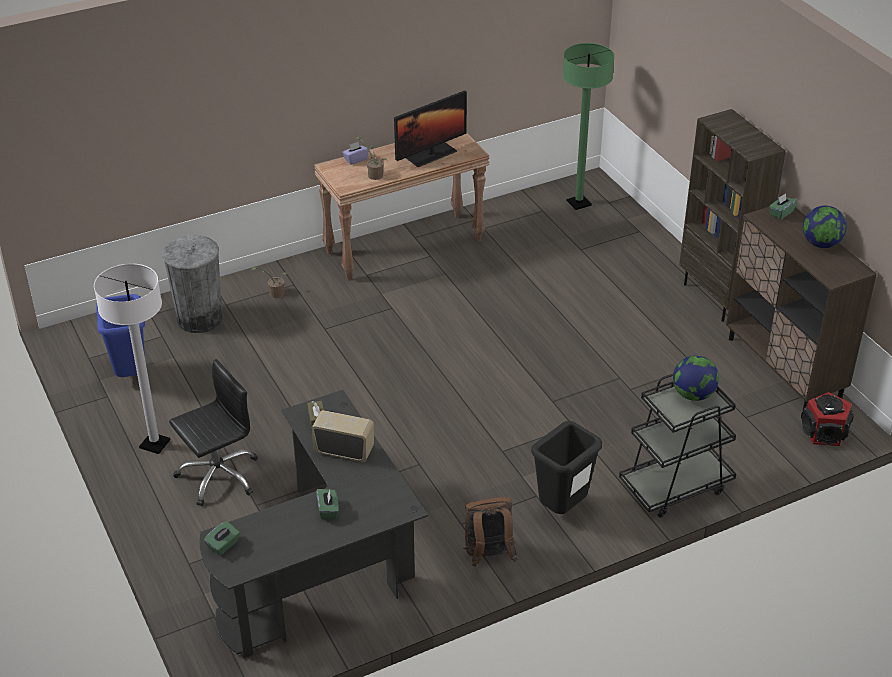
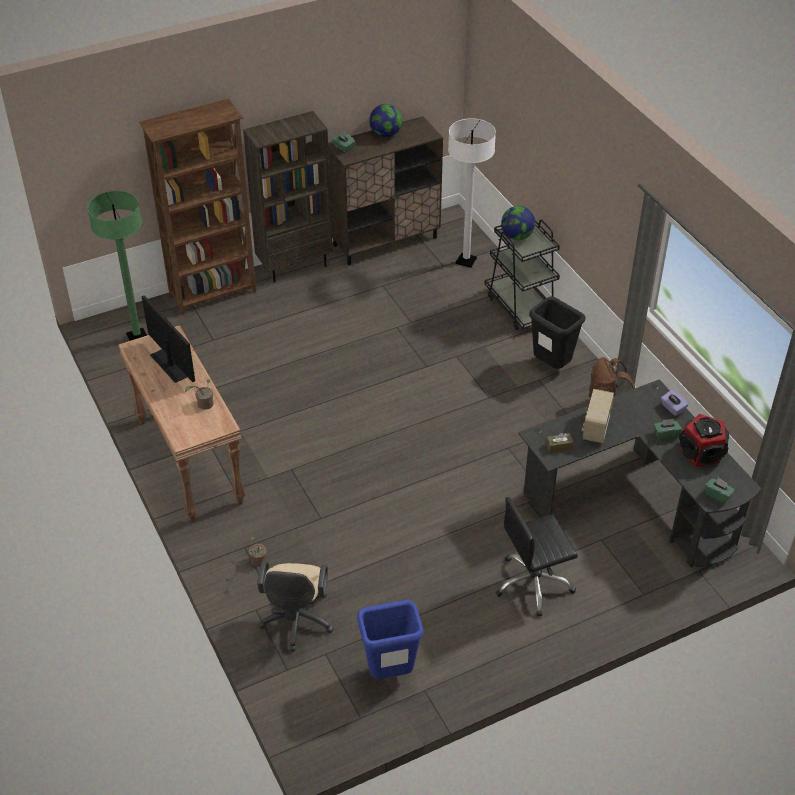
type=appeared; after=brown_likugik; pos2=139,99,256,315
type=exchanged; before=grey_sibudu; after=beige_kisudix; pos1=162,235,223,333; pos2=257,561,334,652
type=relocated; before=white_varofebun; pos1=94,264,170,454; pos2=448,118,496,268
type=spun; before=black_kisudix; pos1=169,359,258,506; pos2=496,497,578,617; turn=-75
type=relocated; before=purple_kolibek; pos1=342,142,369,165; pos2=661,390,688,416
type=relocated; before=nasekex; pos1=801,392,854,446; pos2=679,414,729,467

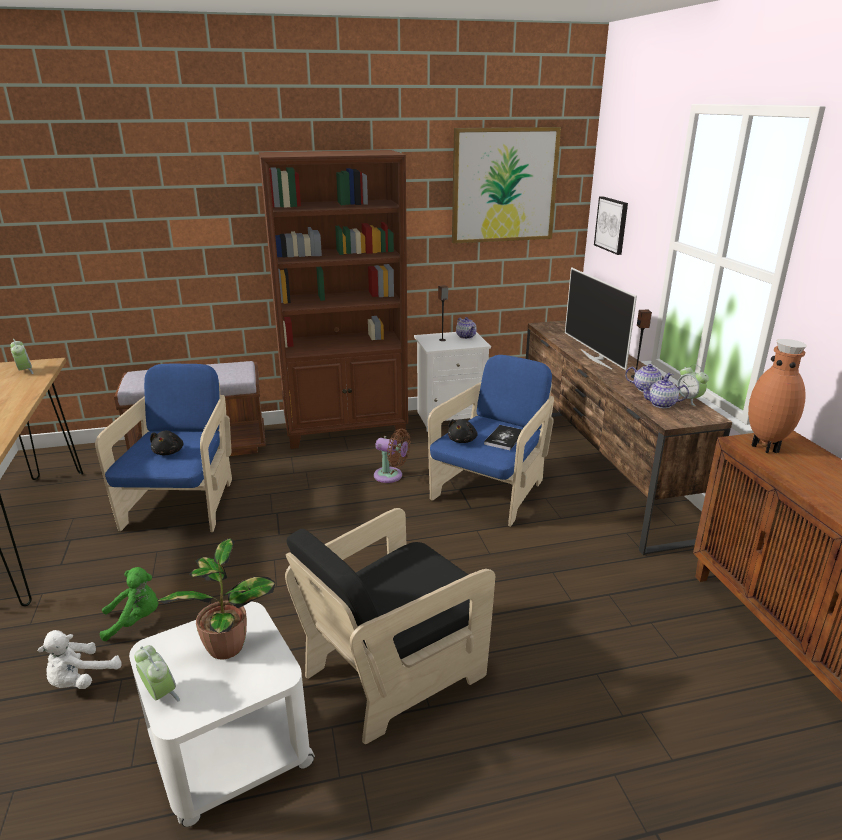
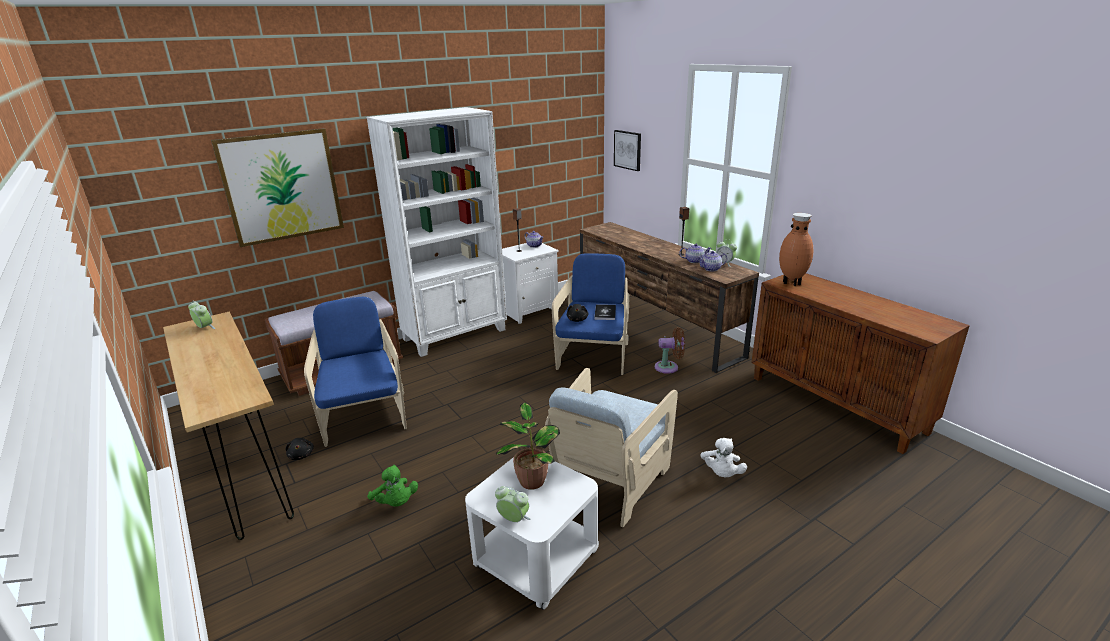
type=relocated; before=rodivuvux; pos1=452,127,561,244; pos2=211,128,344,247
type=relocated; before=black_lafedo; pos1=150,431,184,455; pos2=285,438,314,460
type=colour; before=brown_likugik; after=white_likugik; pos1=259,150,408,449; pos2=366,107,507,357
type=spun; before=green_lafedo; pos1=99,567,158,641; pos2=367,465,418,507; turn=90
type=colour; before=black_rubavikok; after=beige_rubavikok; pos1=285,508,495,744; pos2=545,368,678,527
type=relocated; before=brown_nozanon; pos1=374,429,411,483; pos2=655,327,685,374
type=relocated; before=white_lafedo; pos1=38,630,122,689; pos2=701,438,747,477
type=missing; before=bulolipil; pos1=565,268,637,370

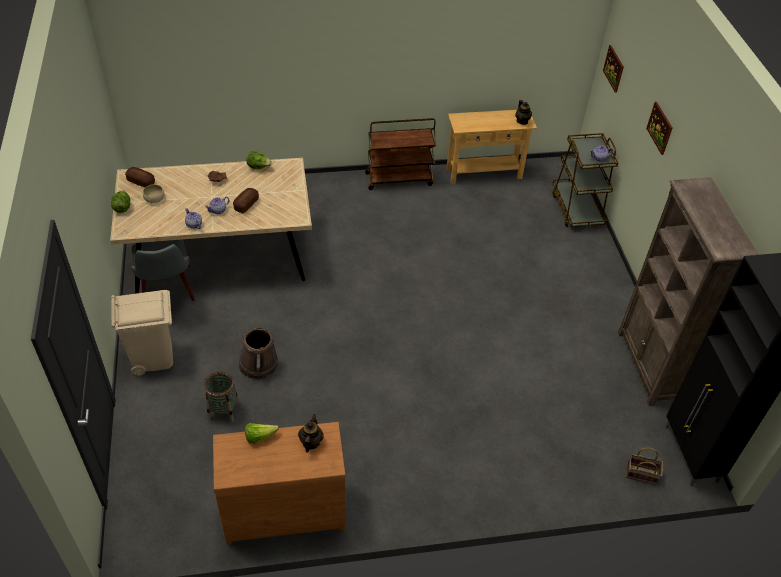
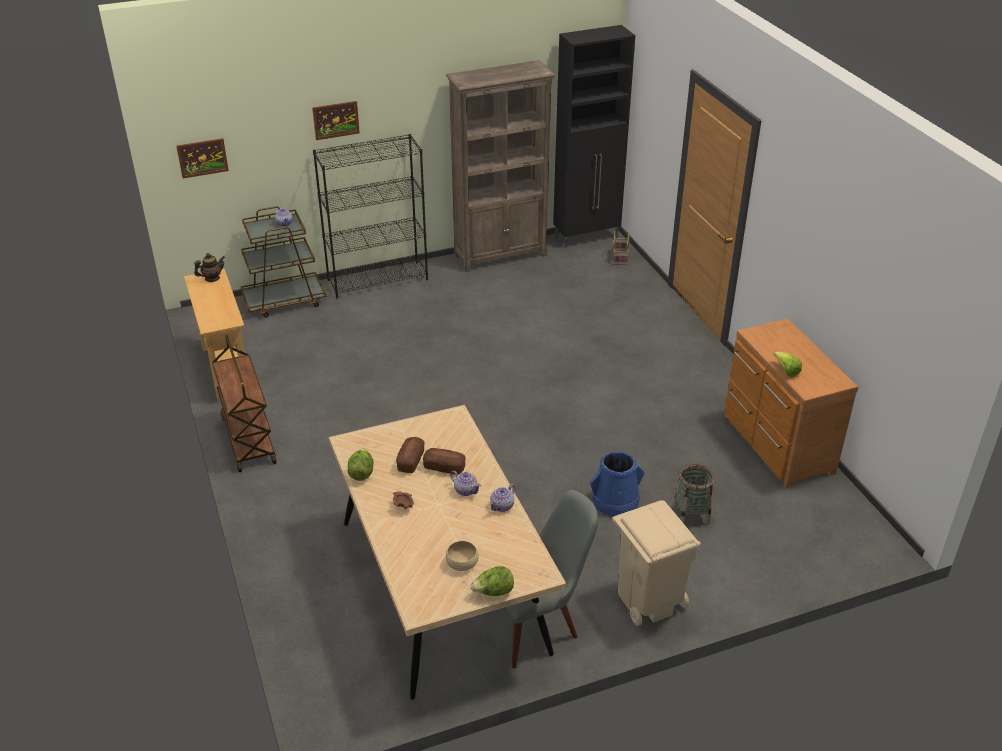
type=appeared; after=black_likugik; pos2=313,134,428,299
type=relocated; before=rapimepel; pos1=125,167,155,188; pos2=396,437,424,473
type=colour; before=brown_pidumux; after=blue_pidumux; pos1=239,328,278,380; pos2=590,452,644,516
type=missing; before=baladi; pos1=298,414,324,453

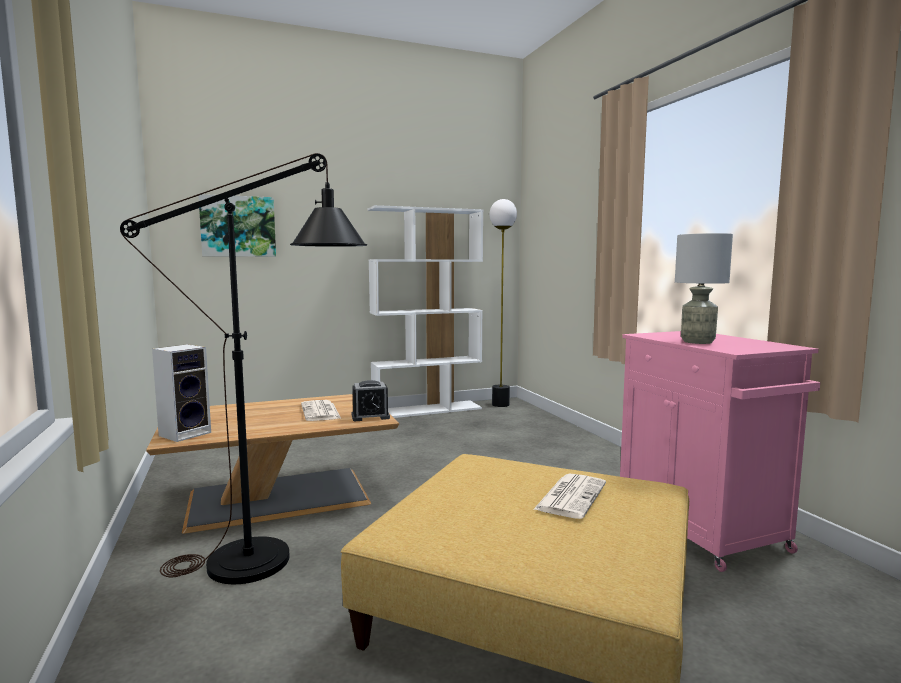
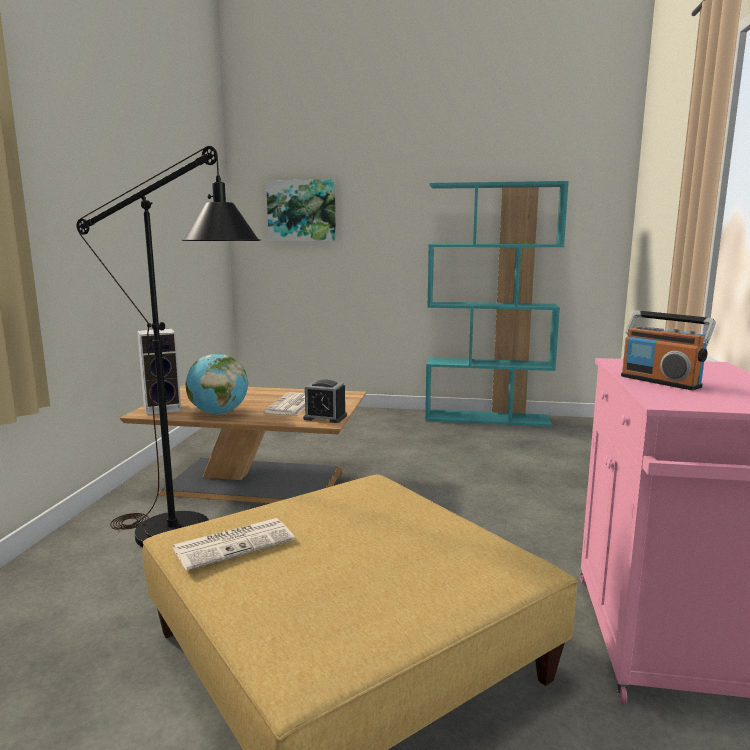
type=relocated; before=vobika; pos1=533,473,606,519; pos2=173,518,295,571
type=appeared; after=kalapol; pos2=186,354,248,415
type=colour; before=white_likugik; after=turquoise_likugik; pos1=368,205,483,418; pos2=425,181,569,427
type=exchanged; before=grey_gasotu; after=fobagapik; pos1=675,233,733,344; pos2=621,310,716,390
type=missing; before=varofebun; pos1=489,199,517,407

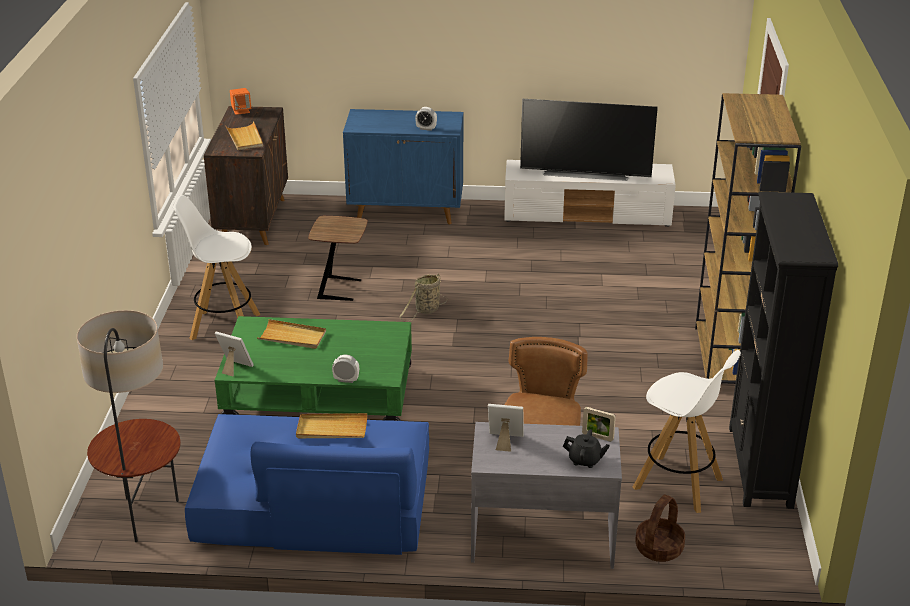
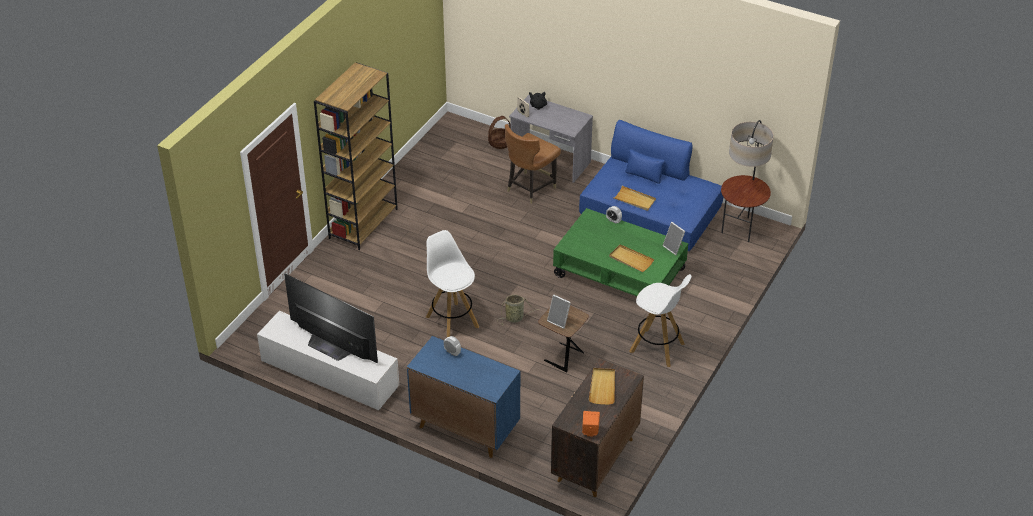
type=relocated; before=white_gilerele; pos1=633,350,741,513; pos2=426,230,479,337
type=relocated; before=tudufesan; pos1=488,404,524,452; pos2=547,295,571,329
type=missing; before=black_likugik; pos1=729,192,838,509

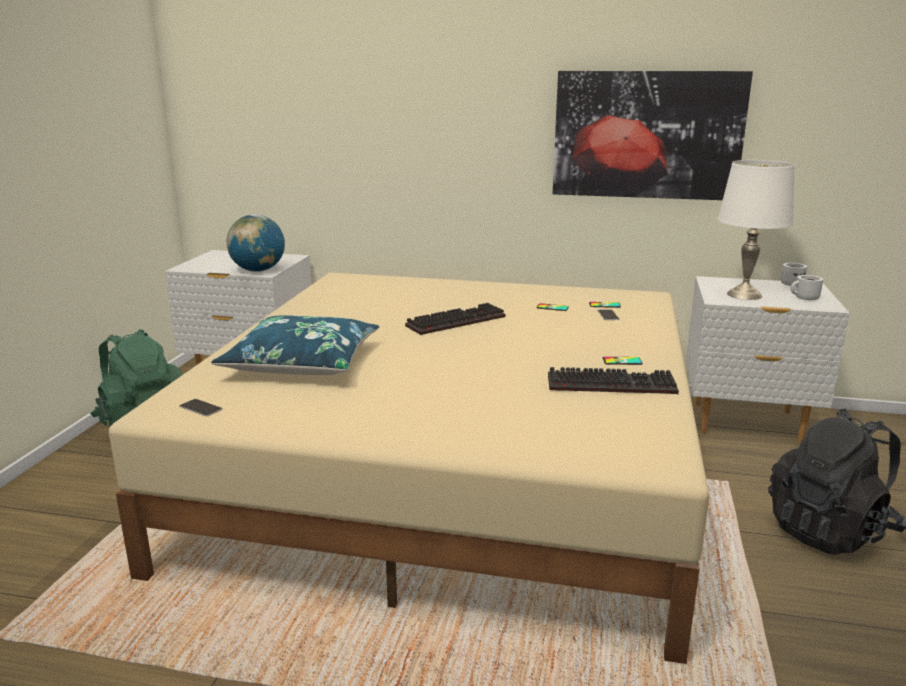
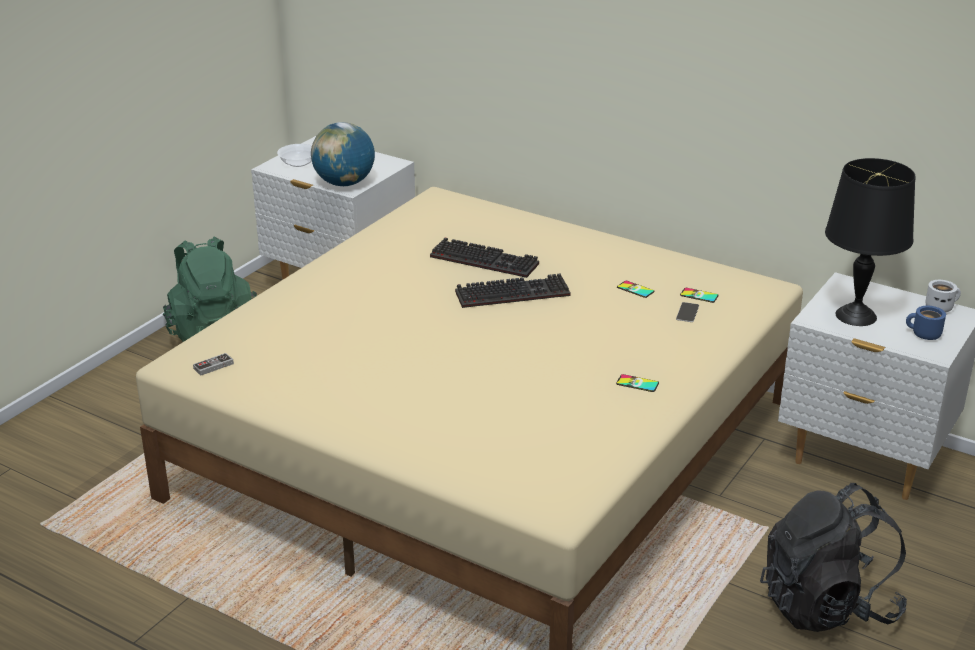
type=exchanged; before=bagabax; after=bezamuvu; pos1=179,399,223,417; pos2=193,353,234,376
type=appeared; after=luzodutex; pos2=277,144,312,167
type=relocated; before=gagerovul; pos1=548,367,679,394; pos2=430,238,539,278
type=colour; before=white_gasotu; after=black_gasotu; pos1=717,160,795,300; pos2=825,158,916,326
type=colour; before=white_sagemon; after=blue_sagemon; pos1=791,275,823,300; pos2=906,306,946,340
type=missing; before=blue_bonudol; pos1=211,315,380,375
type=missing; before=rodivuvux; pos1=553,71,753,200

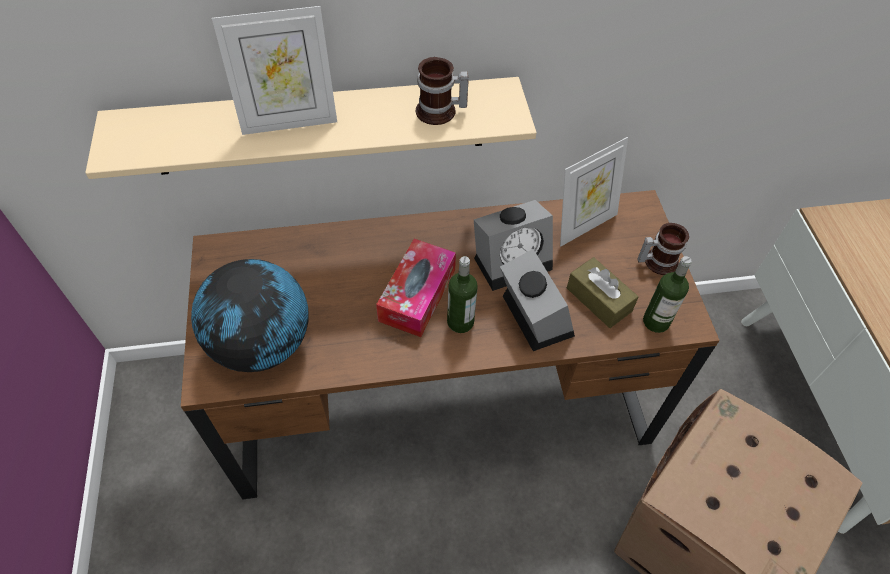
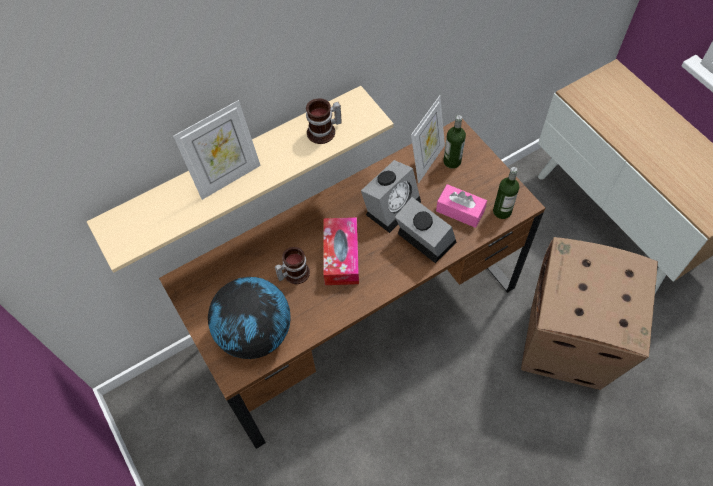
type=relocated; before=sagemon; pos1=637,223,689,275; pos2=275,247,310,284
type=colour; before=brown_kolibek; after=pink_kolibek; pos1=567,257,639,328; pos2=436,184,487,228
type=relocated; before=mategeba; pos1=447,256,478,333; pos2=443,115,466,169

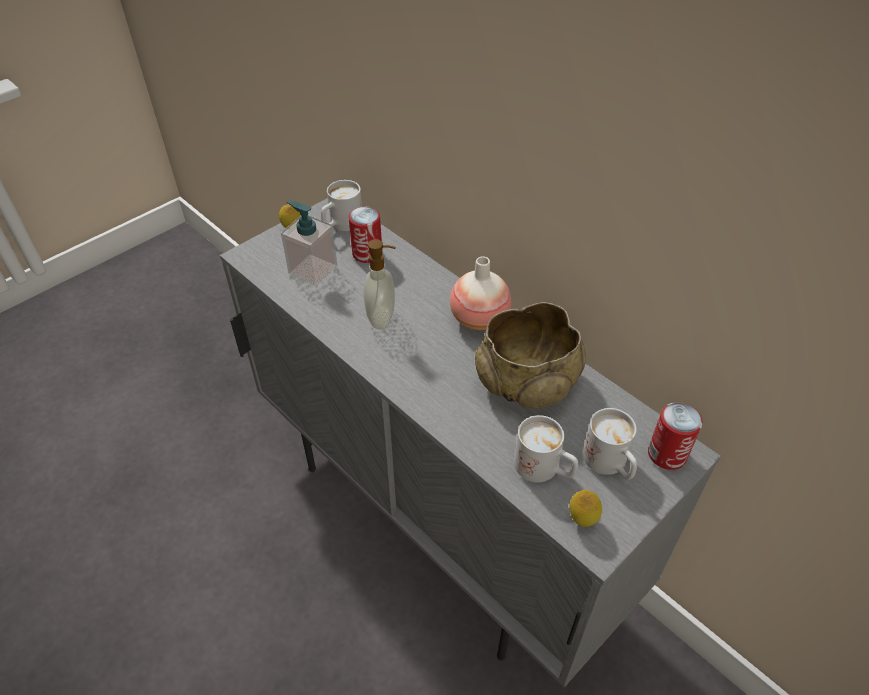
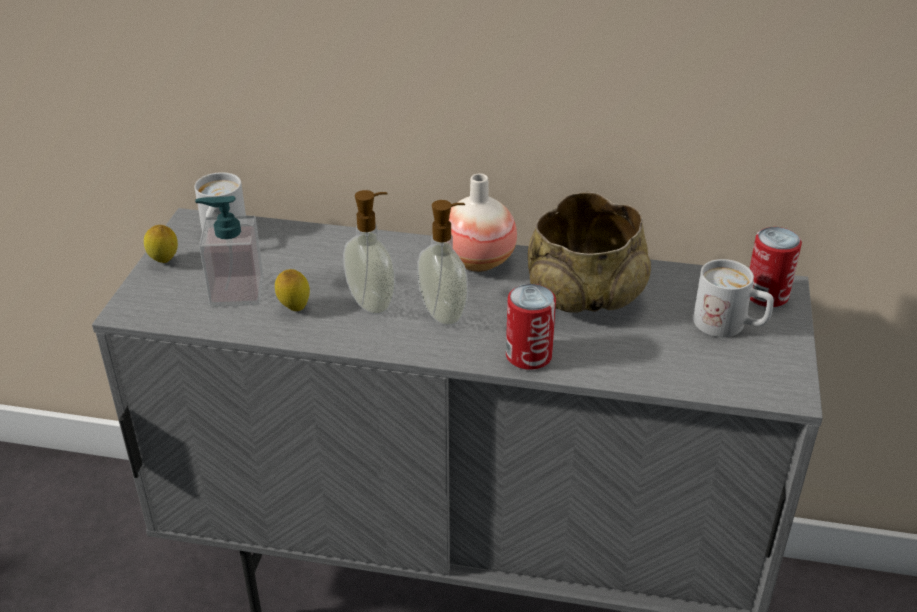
type=relocated; before=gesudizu; pos1=569,490,602,527; pos2=275,269,310,311
type=appeared; after=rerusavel; pos2=417,200,468,326
type=relocated; before=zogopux; pos1=348,207,382,263; pos2=506,284,556,370
type=missing; before=white_sagemon; pos1=514,415,578,482

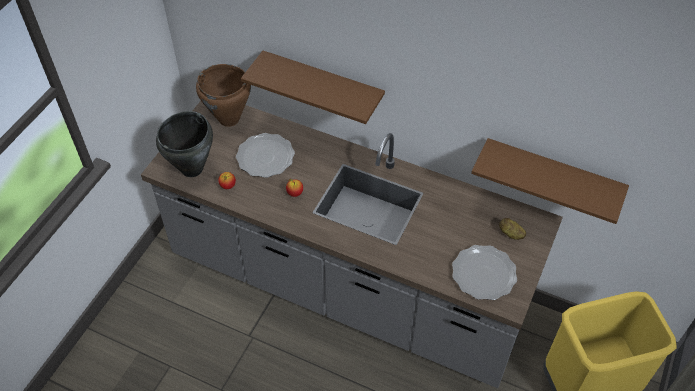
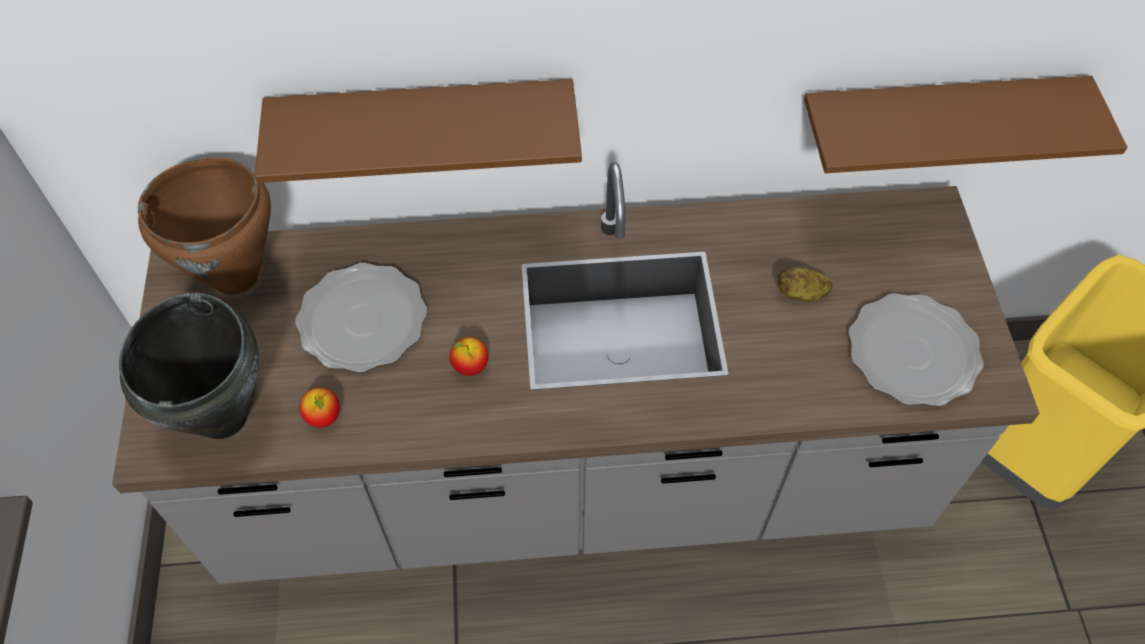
type=relocated; before=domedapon; pos1=499,218,526,240; pos2=777,267,832,302

